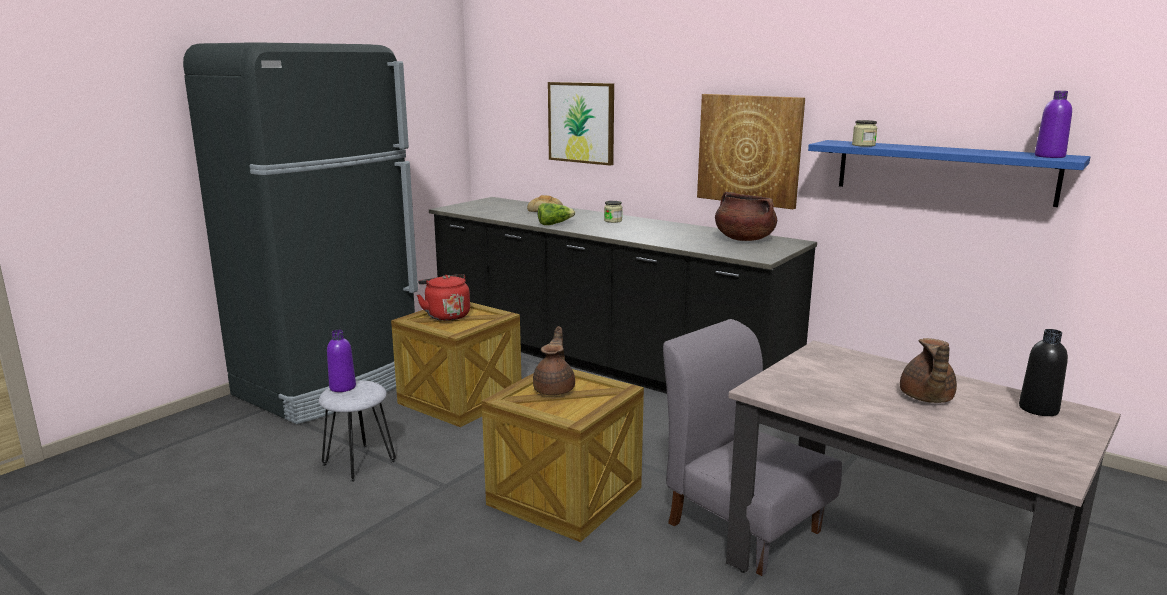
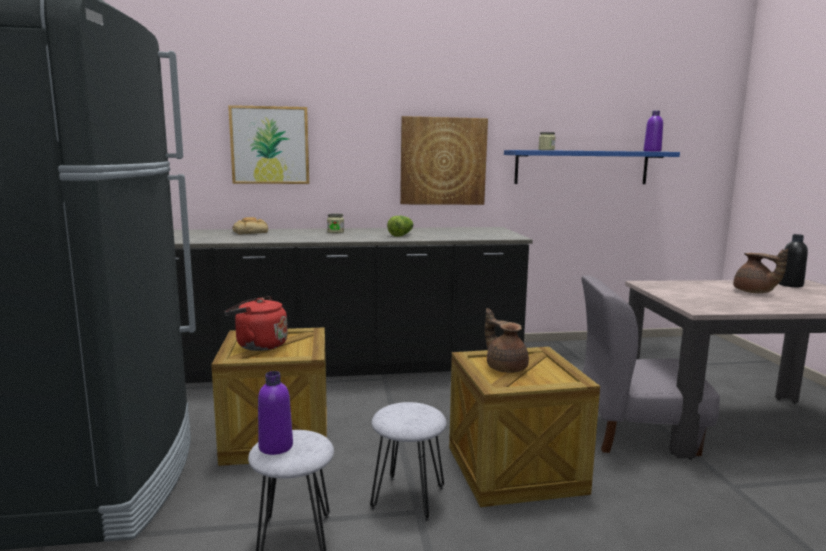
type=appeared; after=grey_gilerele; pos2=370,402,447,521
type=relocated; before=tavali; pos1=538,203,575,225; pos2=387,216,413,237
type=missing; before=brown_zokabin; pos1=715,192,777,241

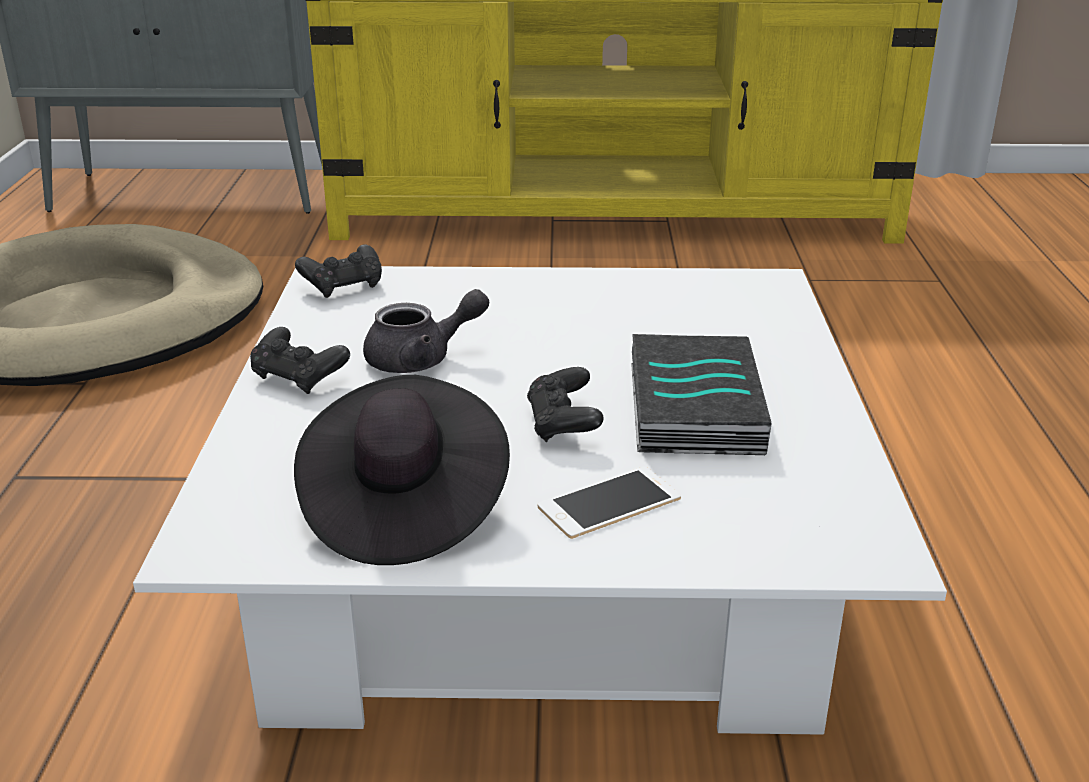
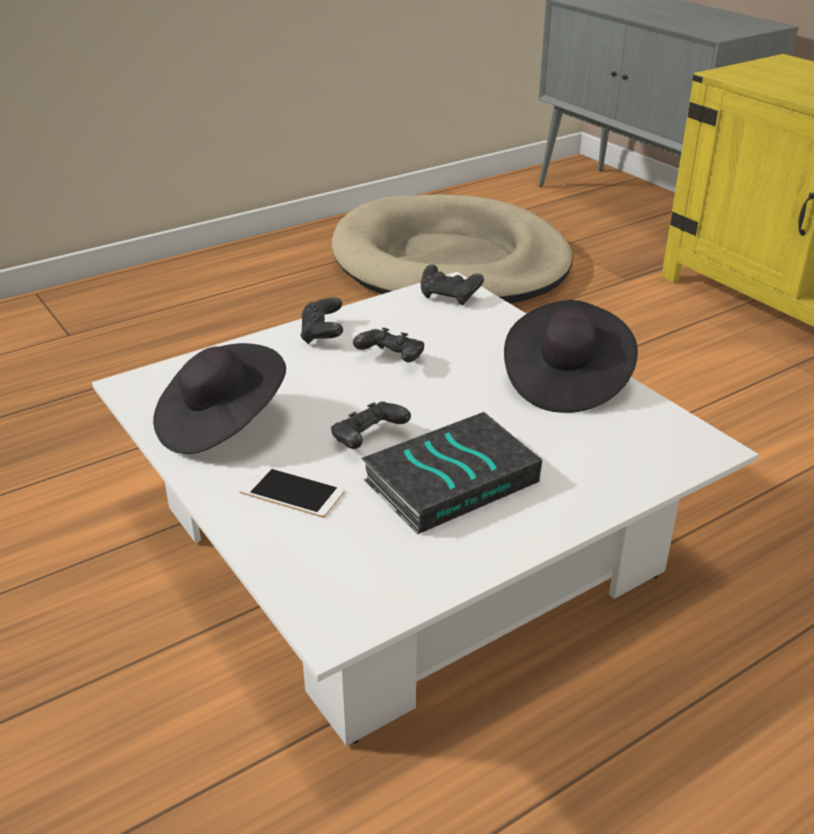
type=exchanged; before=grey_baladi; after=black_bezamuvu; pos1=363,289,489,373; pos2=353,327,424,362
type=appeared; after=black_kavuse; pos2=504,300,638,413

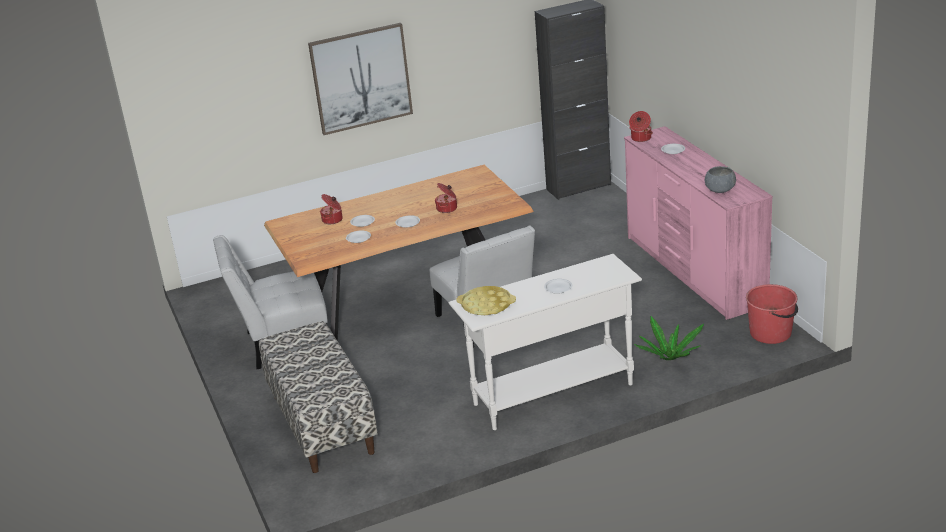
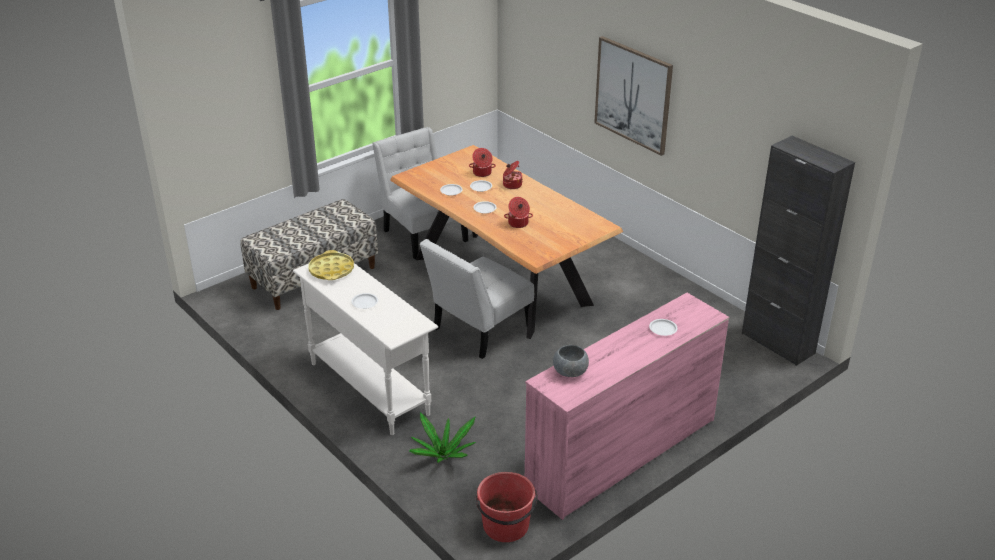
type=relocated; before=zokabin; pos1=629,111,653,142; pos2=503,161,522,189

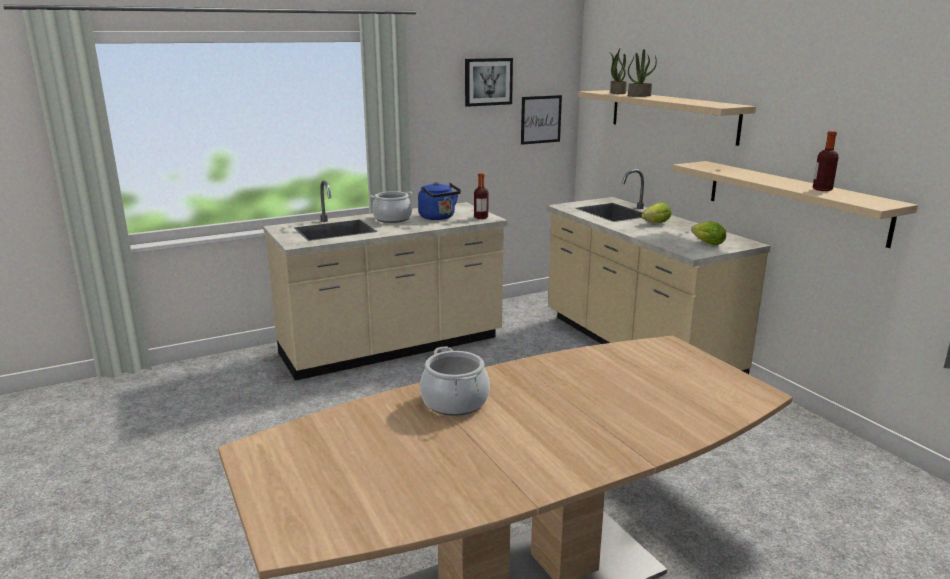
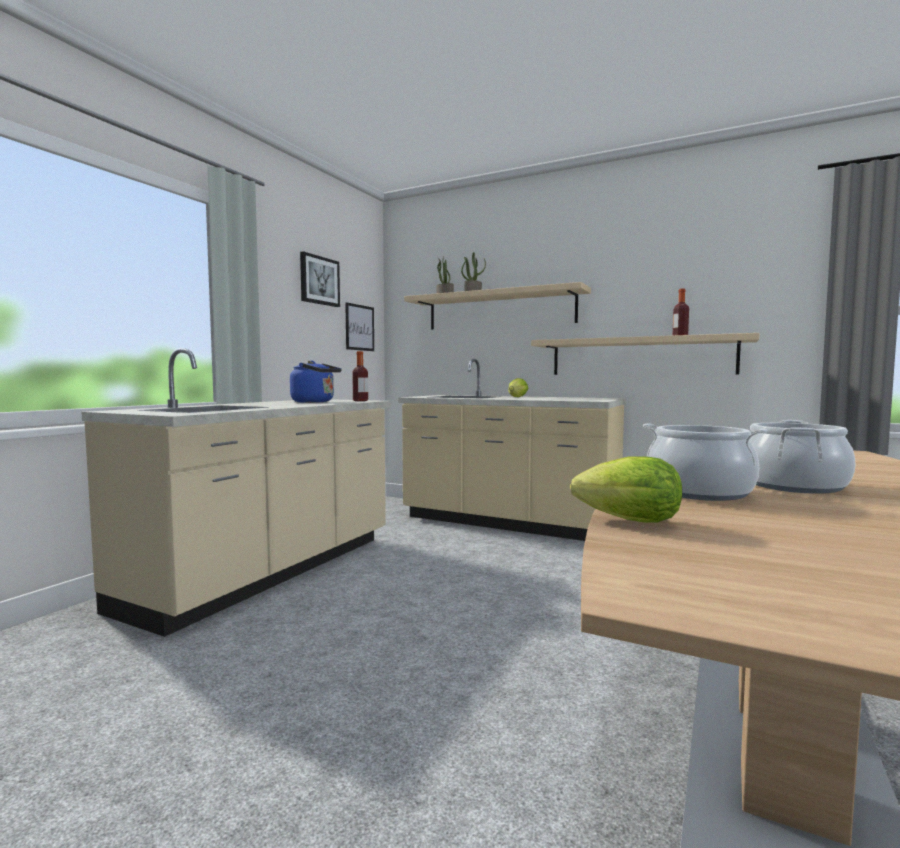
type=relocated; before=tavali; pos1=691,221,726,245; pos2=570,456,682,523
type=relocated; before=zokabin; pos1=370,191,413,223; pos2=750,420,856,494

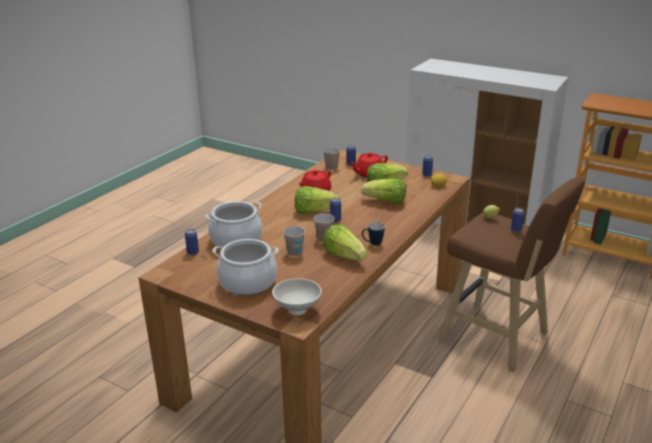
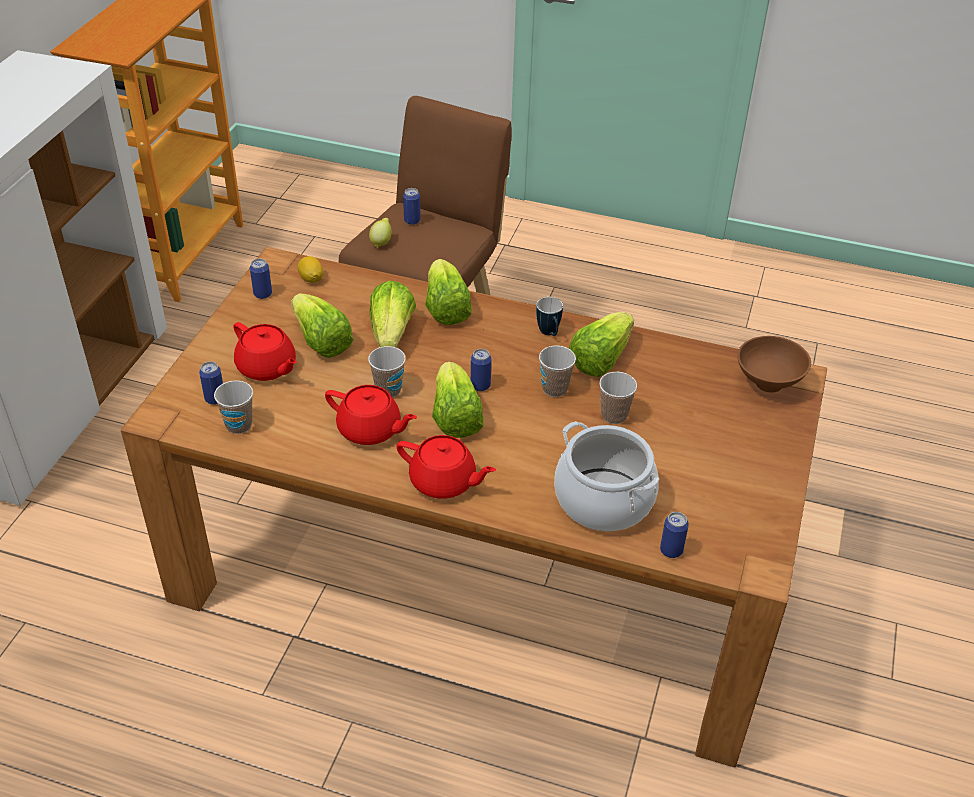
type=appeared; after=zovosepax; pos2=368,346,406,397
type=appeared; after=red_baladi; pos2=396,435,496,499
type=appeared; after=tavali; pos2=425,259,472,325
type=colour; before=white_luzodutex; after=brown_luzodutex; pos1=272,278,322,315; pos2=737,336,811,393
type=missing; before=zokabin; pos1=212,239,279,296

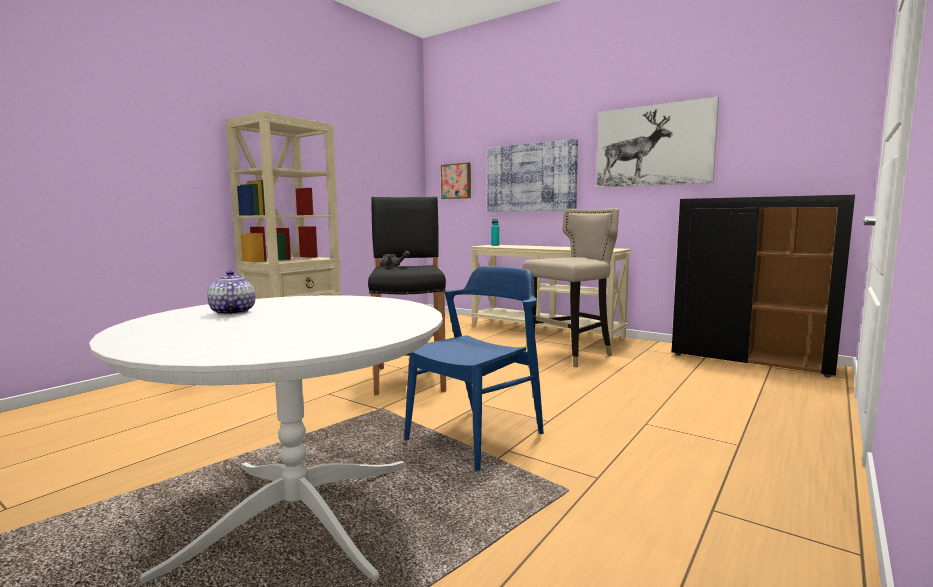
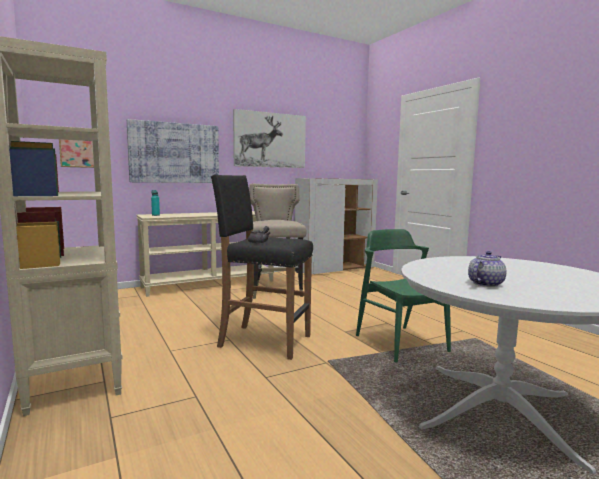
type=colour; before=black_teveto; after=white_teveto; pos1=672,195,855,378; pos2=295,178,378,274
type=colour; before=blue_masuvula; after=green_masuvula; pos1=404,266,544,471; pos2=356,229,451,363
type=spun; before=baladi; pos1=207,270,255,315; pos2=468,251,506,287; turn=135

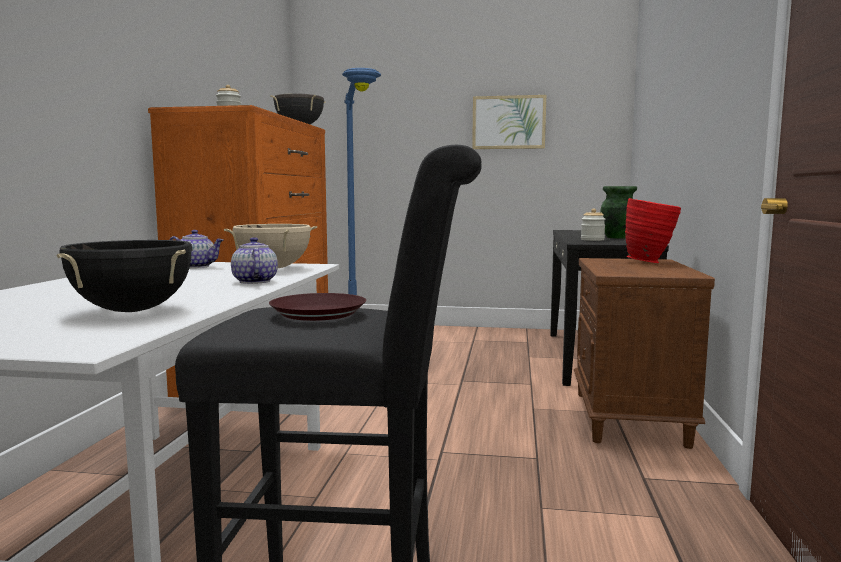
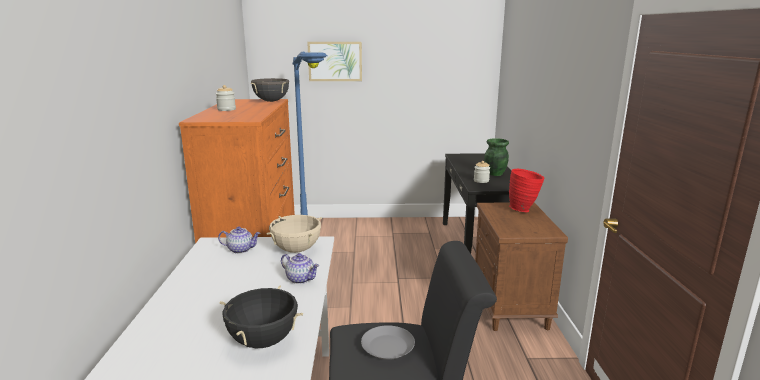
type=spun; before=baladi; pos1=231,237,278,284; pos2=281,253,319,284; turn=150
type=relocated; before=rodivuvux; pos1=472,95,546,149; pos2=307,42,362,81
type=colour; before=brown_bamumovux; after=grey_bamumovux; pos1=269,293,366,321; pos2=361,325,415,360

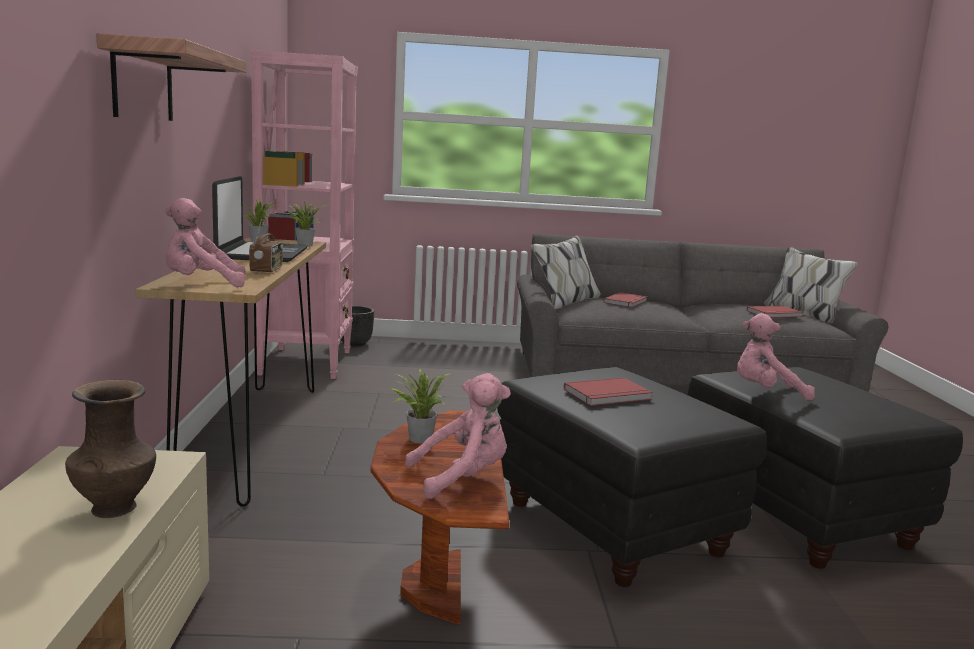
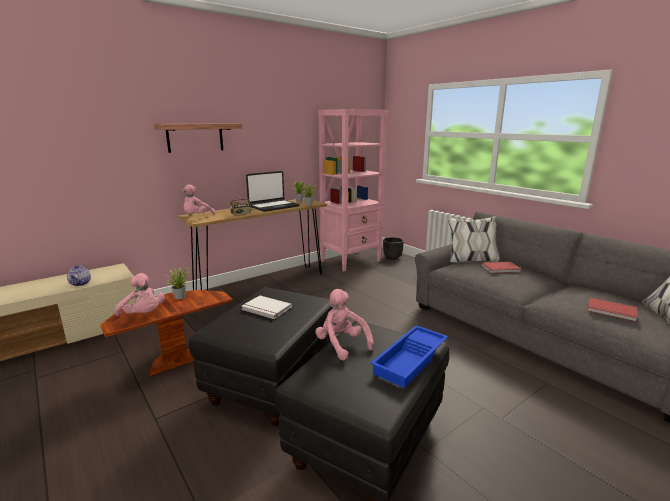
type=exchanged; before=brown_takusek; after=baladi; pos1=65,380,156,518; pos2=67,264,91,286
type=spun; before=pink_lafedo; pos1=165,198,245,287; pos2=182,184,215,214; turn=-105
type=colour; before=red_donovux; after=white_donovux; pos1=564,377,653,406; pos2=242,295,292,319
type=appeared; after=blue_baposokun; pos2=370,325,448,388

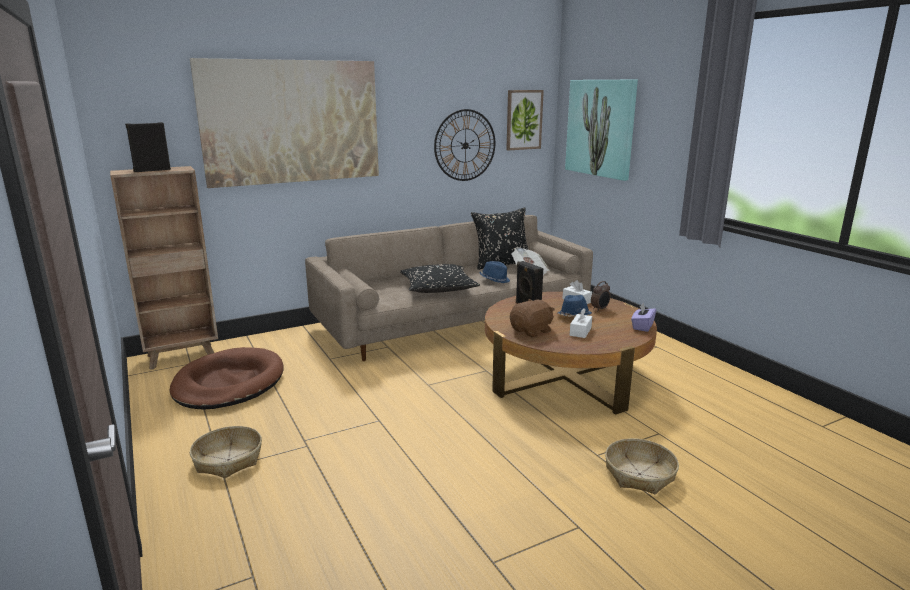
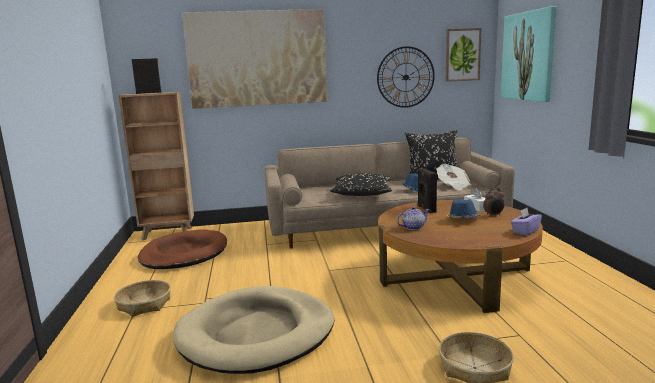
type=appeared; after=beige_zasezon; pos2=173,286,334,374
type=exchanged; before=brown_lafedo; after=baladi; pos1=510,299,555,338; pos2=397,206,430,230
type=missing; before=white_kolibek; pos1=570,308,592,338

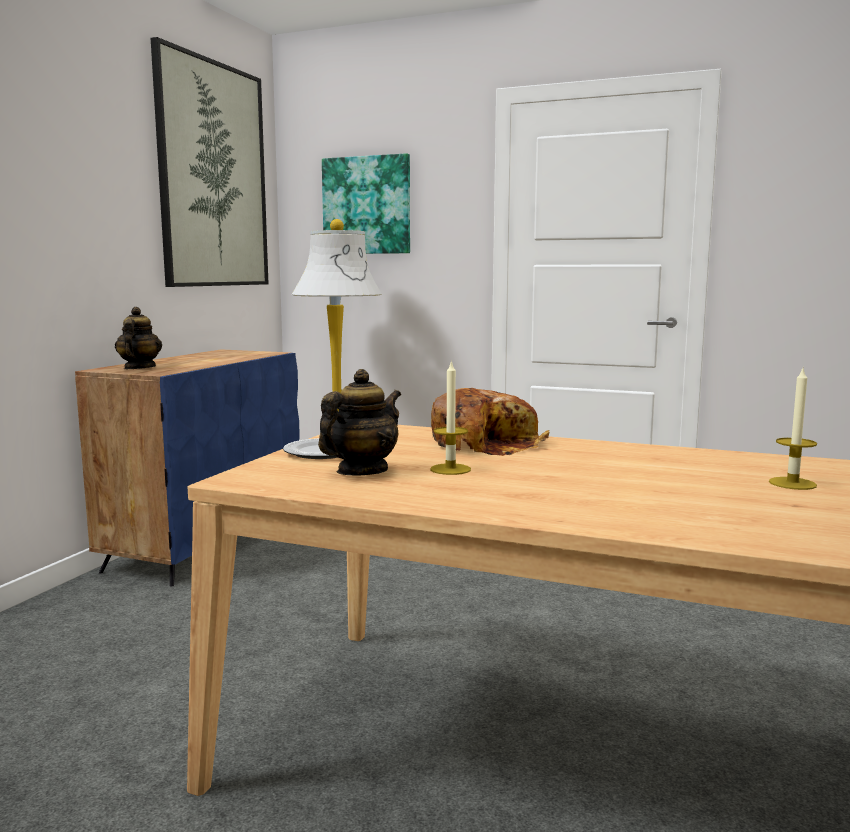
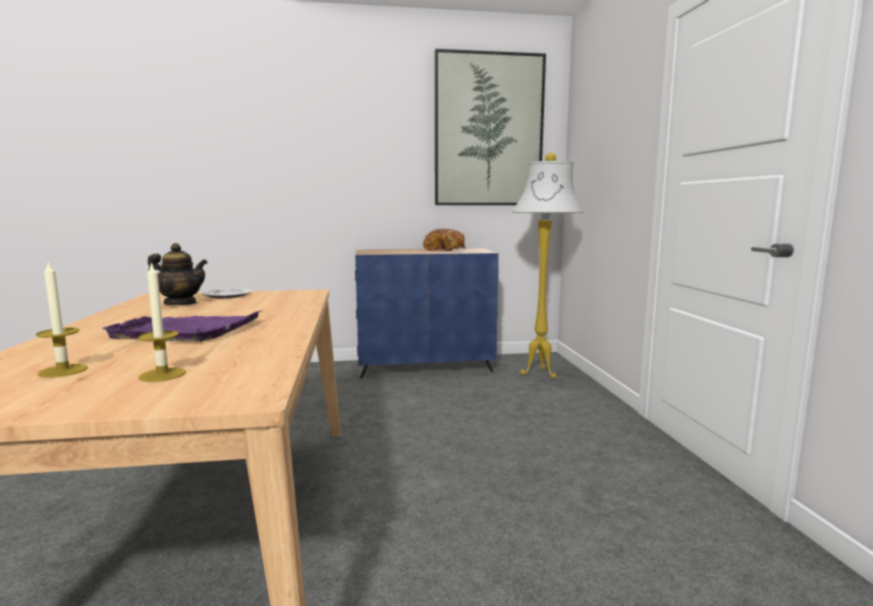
type=relocated; before=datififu; pos1=430,360,471,475; pos2=36,260,88,378
type=appeared; after=purple_baposokun; pos2=102,311,261,342
type=relocated; before=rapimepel; pos1=431,388,549,456; pos2=423,229,465,251
type=missing; before=baladi; pos1=115,307,162,369
type=missing; before=rodivuvux; pos1=322,153,410,254

